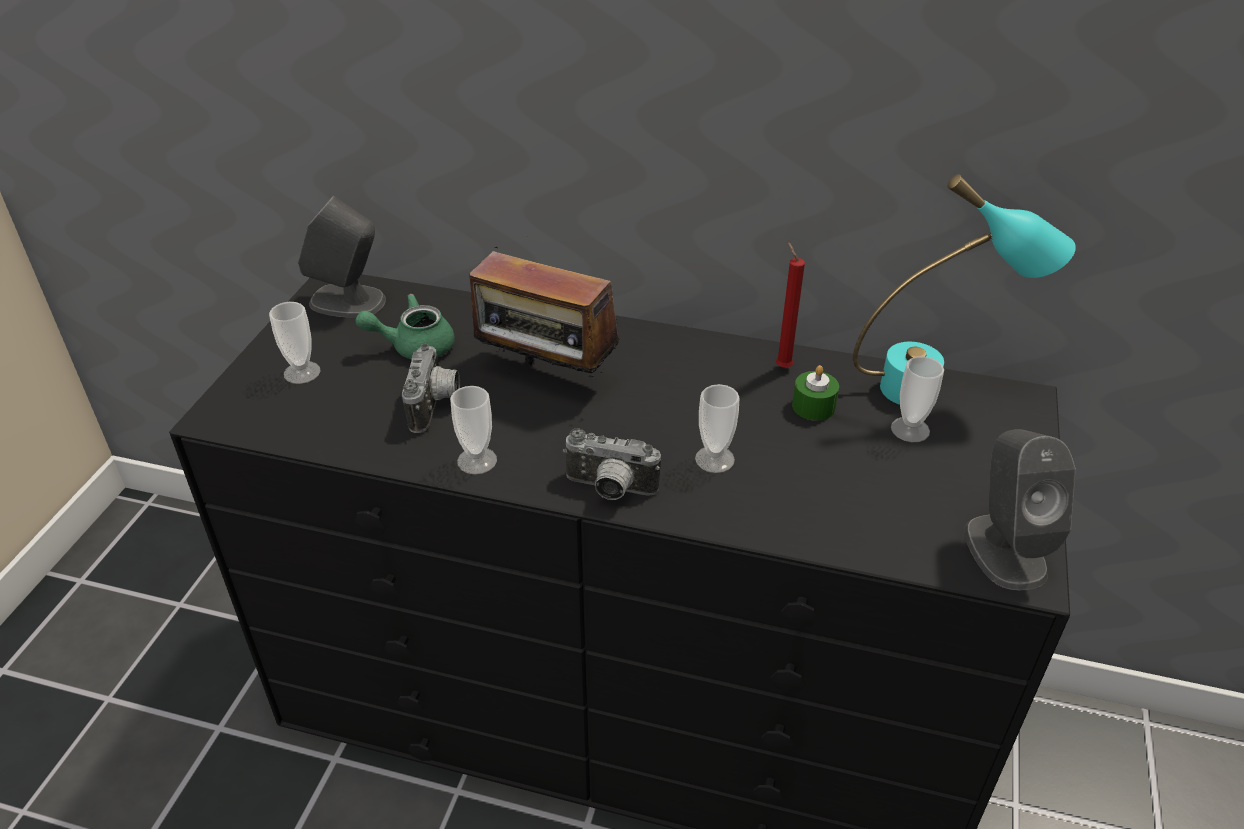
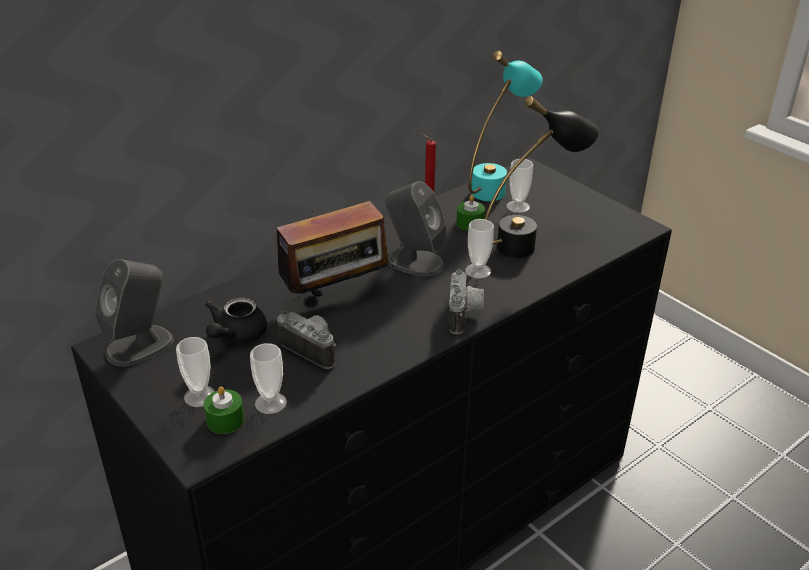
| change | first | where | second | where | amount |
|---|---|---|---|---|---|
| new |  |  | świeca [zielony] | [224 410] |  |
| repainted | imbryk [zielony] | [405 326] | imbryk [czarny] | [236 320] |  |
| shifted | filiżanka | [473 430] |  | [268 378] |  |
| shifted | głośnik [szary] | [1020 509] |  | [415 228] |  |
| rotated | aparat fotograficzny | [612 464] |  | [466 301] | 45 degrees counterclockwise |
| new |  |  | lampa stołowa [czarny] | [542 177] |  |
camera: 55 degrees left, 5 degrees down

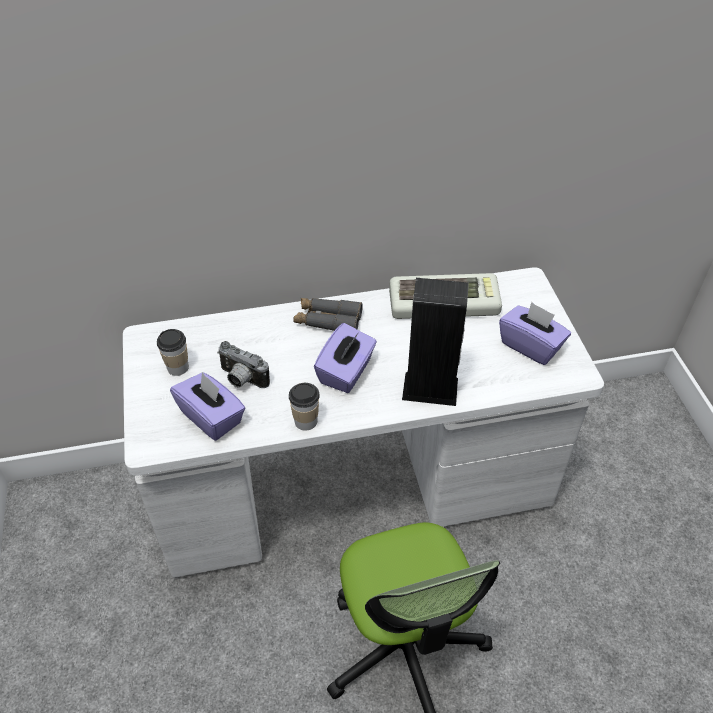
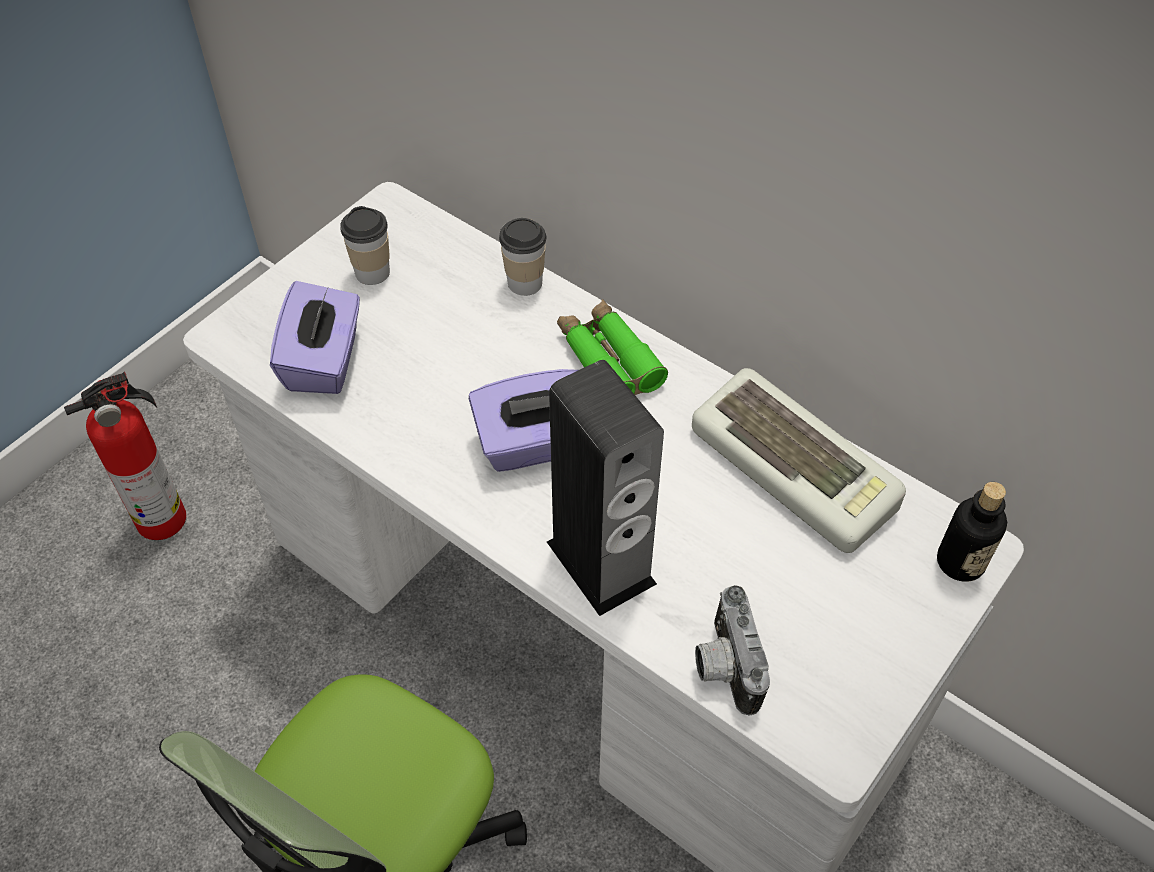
| change | first | where | second | where | amount |
|---|---|---|---|---|---|
| new |  |  | gaśnica | [125 455] |  |
| shifted | filiżanka | [304 407] |  | [522 257] |  |
| repainted | lornetka [szary] | [328 314] | lornetka [zielony] | [612 347] |  |
| shifted | aparat fotograficzny | [243 364] |  | [732 650] |  |
| new |  |  | butelka | [972 532] |  |
| gone | pudełko chusteczek [fioletowy] | [535 333] |  |  |  |
camera: 50 degrees right, 5 degrees up

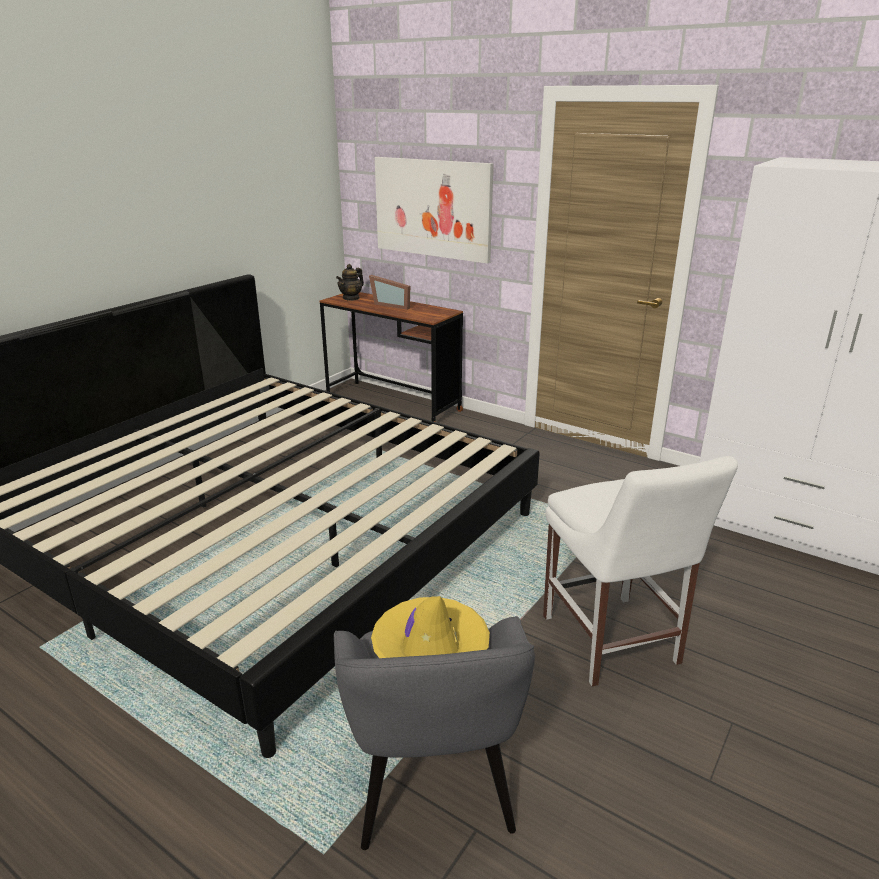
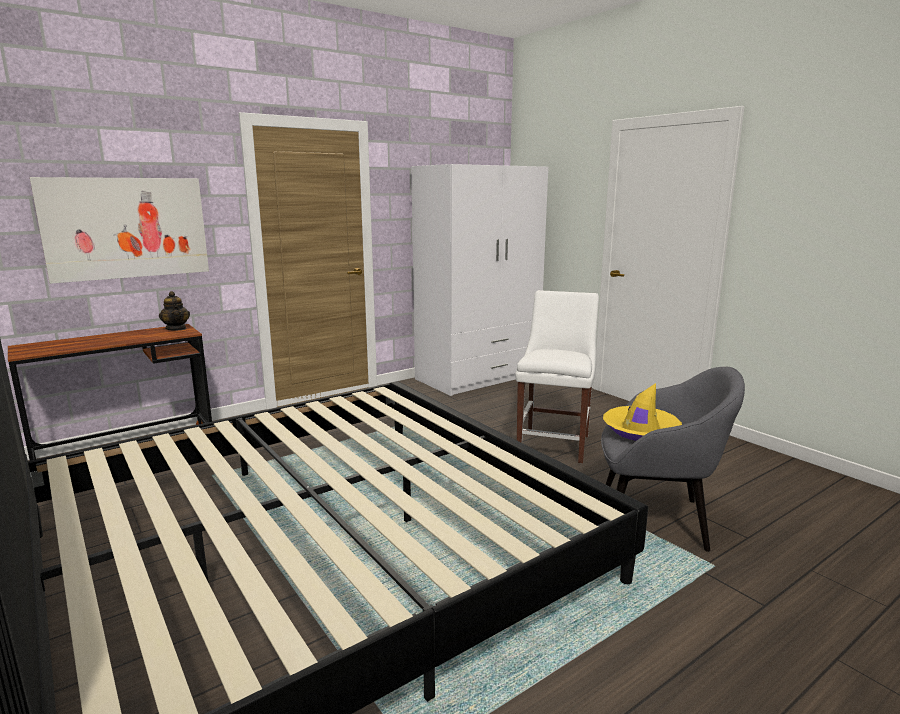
| change | first | where | second | where | amount |
|---|---|---|---|---|---|
| shifted | imbryk | [350 282] |  | [174 311] |  |
| rotated | krzesło [biały] | [640 571] |  | [557 376] | 75 degrees counterclockwise |
| gone | ramka na zdjęcie | [389 292] |  |  |  |
camera: 70 degrees left, 10 degrees down

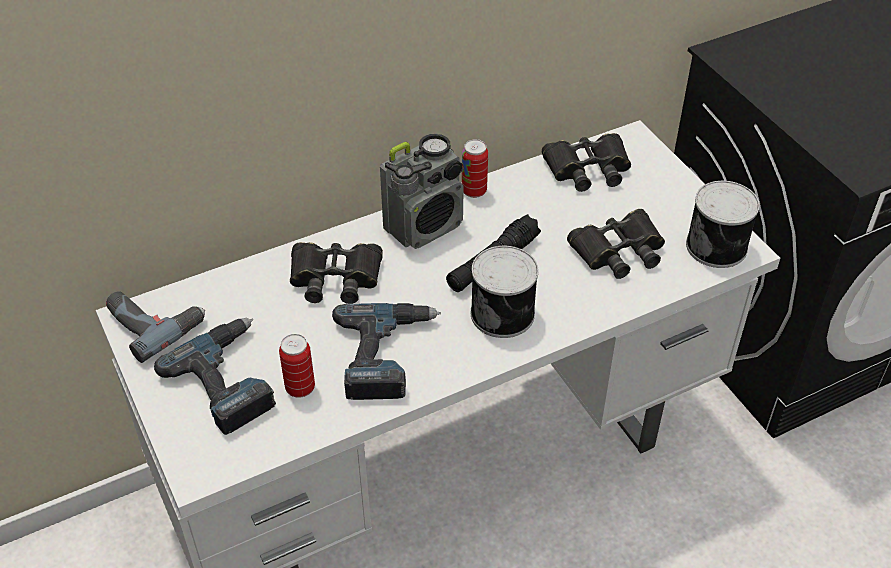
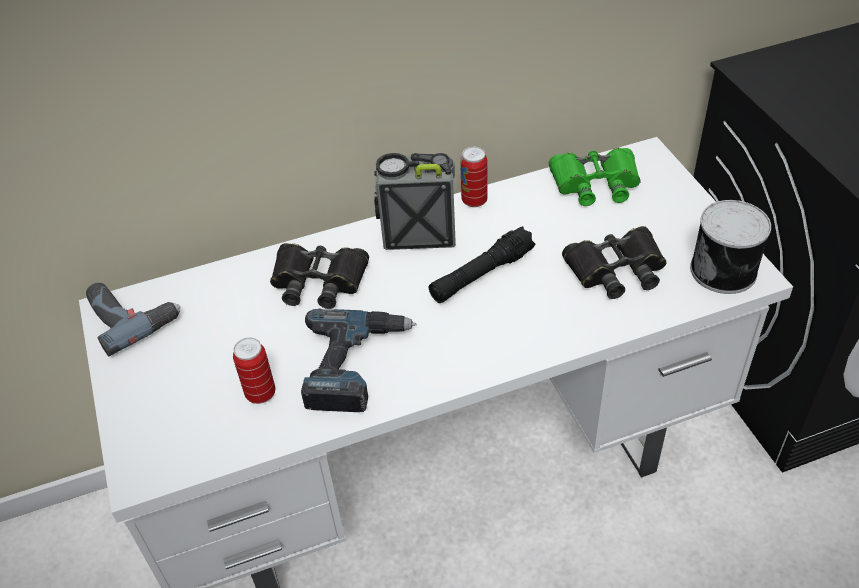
| change | first | where | second | where | amount |
|---|---|---|---|---|---|
| rotated | radio | [422 191] |  | [415 201] | 150 degrees counterclockwise |
| repainted | lornetka [czarny] | [586 162] | lornetka [zielony] | [595 177] |  |
| gone | wiertarka | [215 376] |  |  |  |
| gone | puszka | [505 292] |  |  |  |
camera: 10 degrees right, 0 degrees up

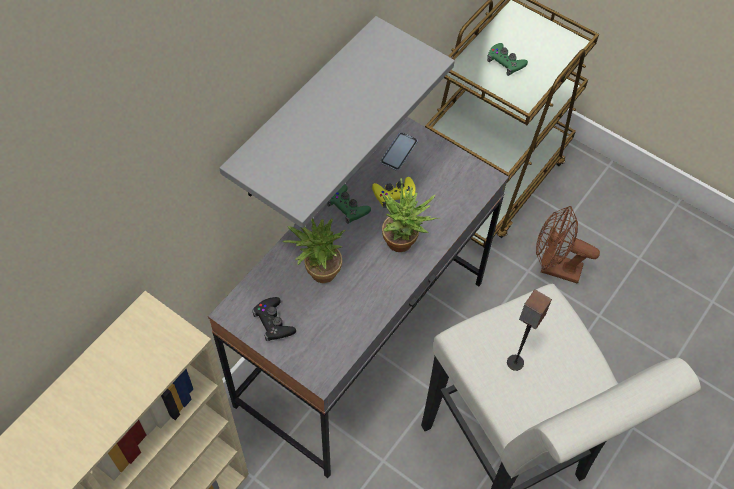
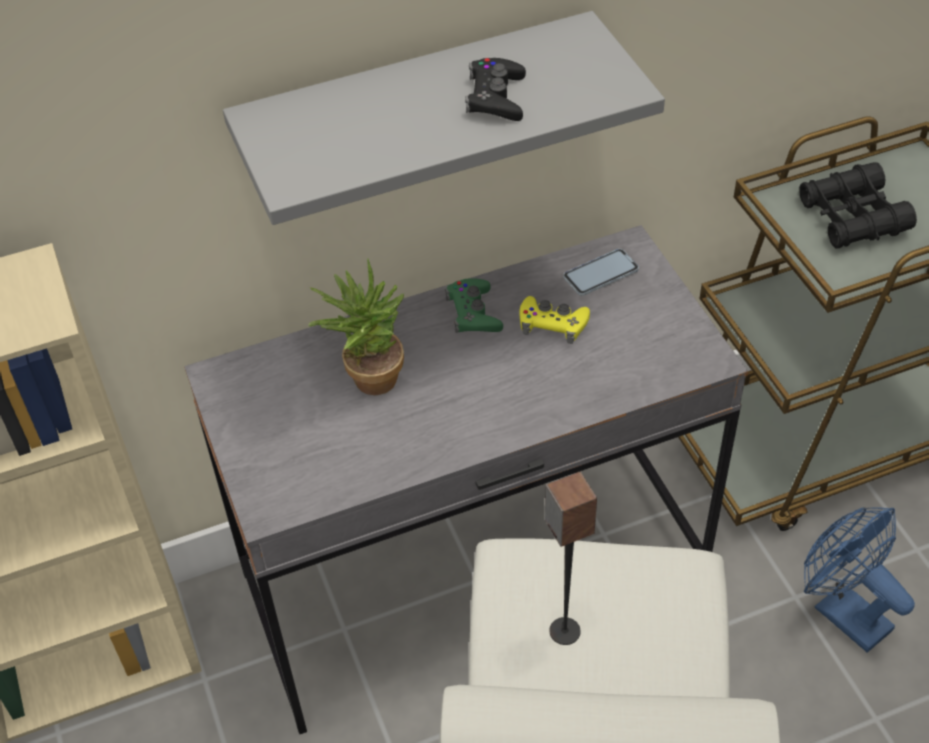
| change | first | where | second | where | amount |
|---|---|---|---|---|---|
| shifted | pad do gier [czarny] | [274 319] |  | [495 89] |  |
| swapped | pad do gier [zielony] | [507 59] | lornetka [czarny] | [858 205] |  |
| repainted | wentylator [brązowy] | [568 245] | wentylator [niebieski] | [859 579] |  |
| gone | roślina doniczkowa | [411 215] |  |  |  |
camera: 35 degrees right, 10 degrees down

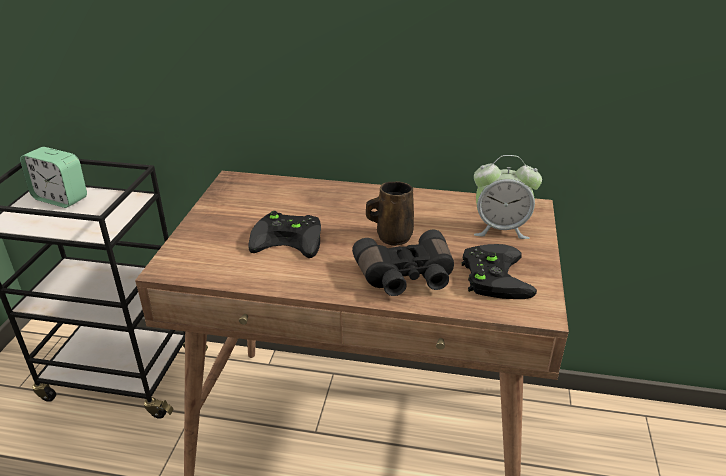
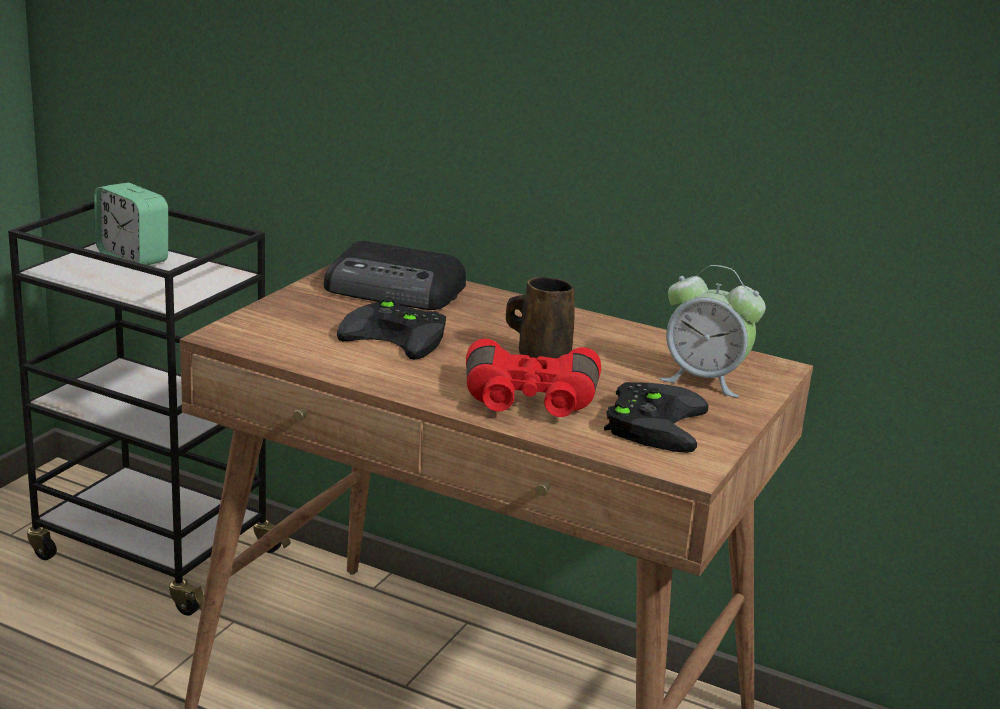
| change | first | where | second | where | amount |
|---|---|---|---|---|---|
| new |  |  | radio | [395 275] |  |
| repainted | lornetka [czarny] | [403 263] | lornetka [czerwony] | [533 378] |  |
camera: 15 degrees right, 10 degrees down

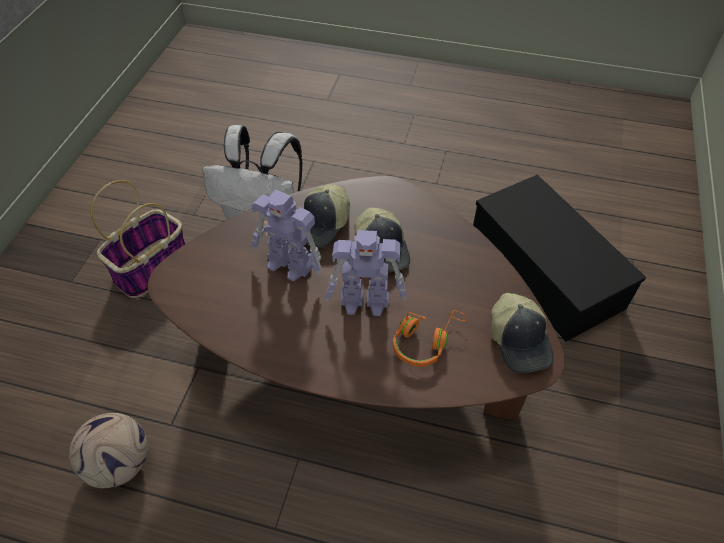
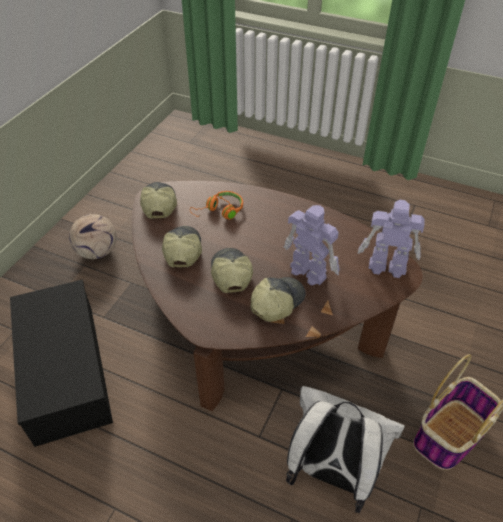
| change | first | where | second | where | amount |
|---|---|---|---|---|---|
| shifted | piłka futbolowa | [108 450] |  | [93 236] |  |
| new |  |  | czapka z daszkiem | [182 247] |  |
| shifted | robot zabawkowy | [366 273] |  | [391 239] |  |
camera: 170 degrees left, 5 degrees down

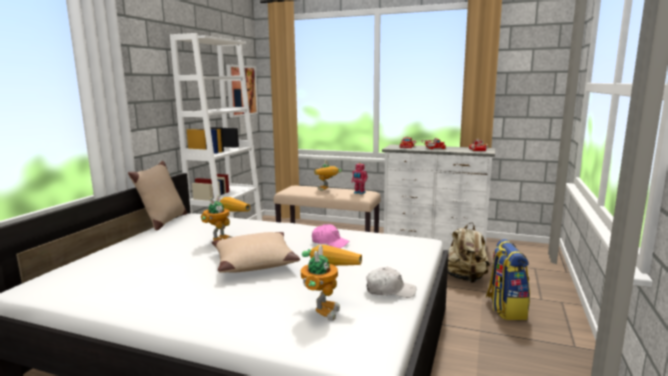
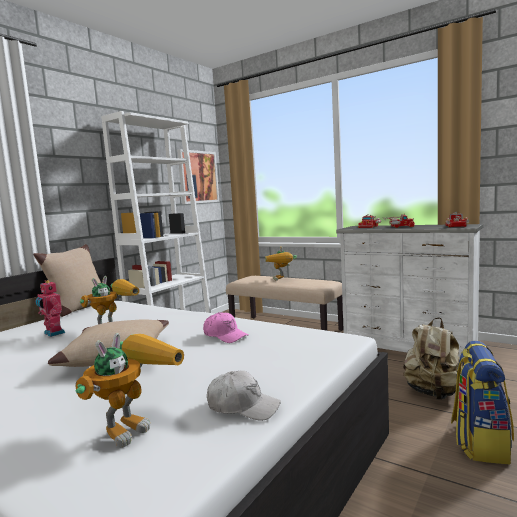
| change | first | where | second | where | amount |
|---|---|---|---|---|---|
| shifted | robot zabawkowy | [359 178] |  | [50 308] |  |
camera: 15 degrees right, 5 degrees down

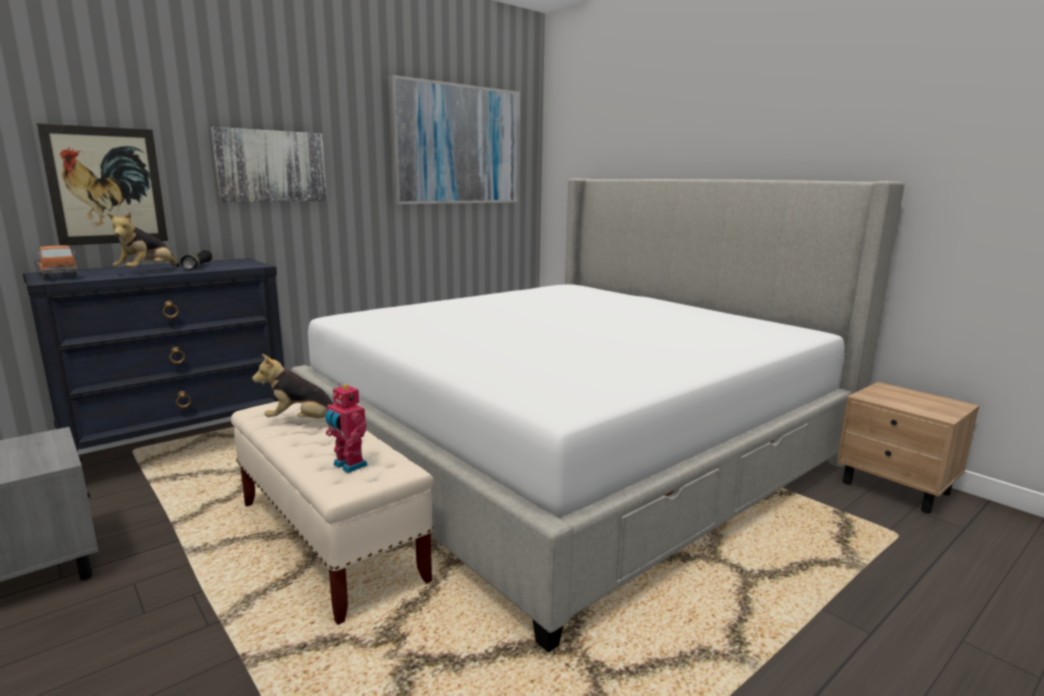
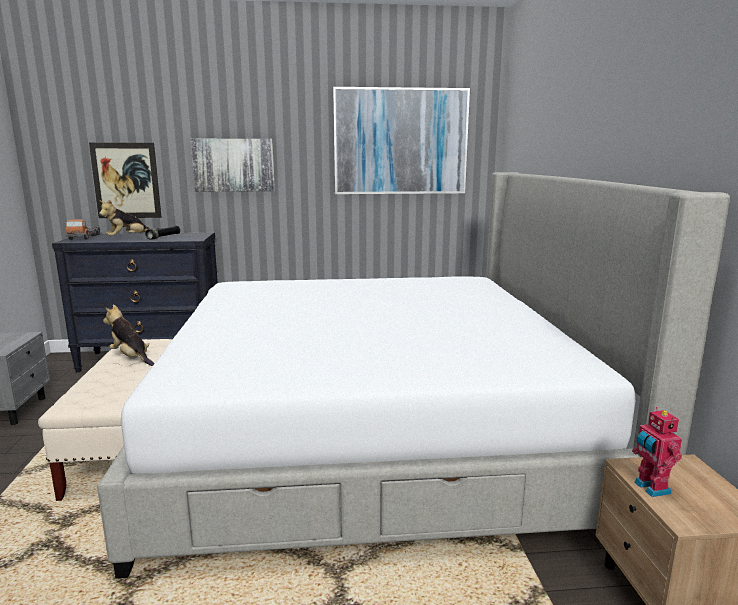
| change | first | where | second | where | amount |
|---|---|---|---|---|---|
| shifted | robot zabawkowy | [346 428] |  | [657 452] |  |
camera: 35 degrees right, 0 degrees up

